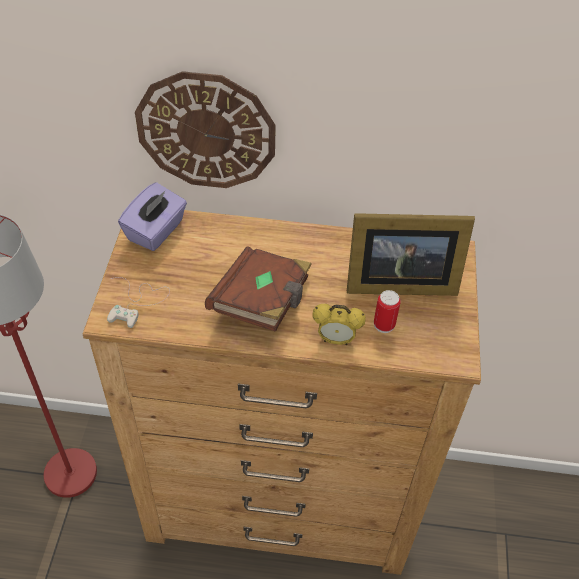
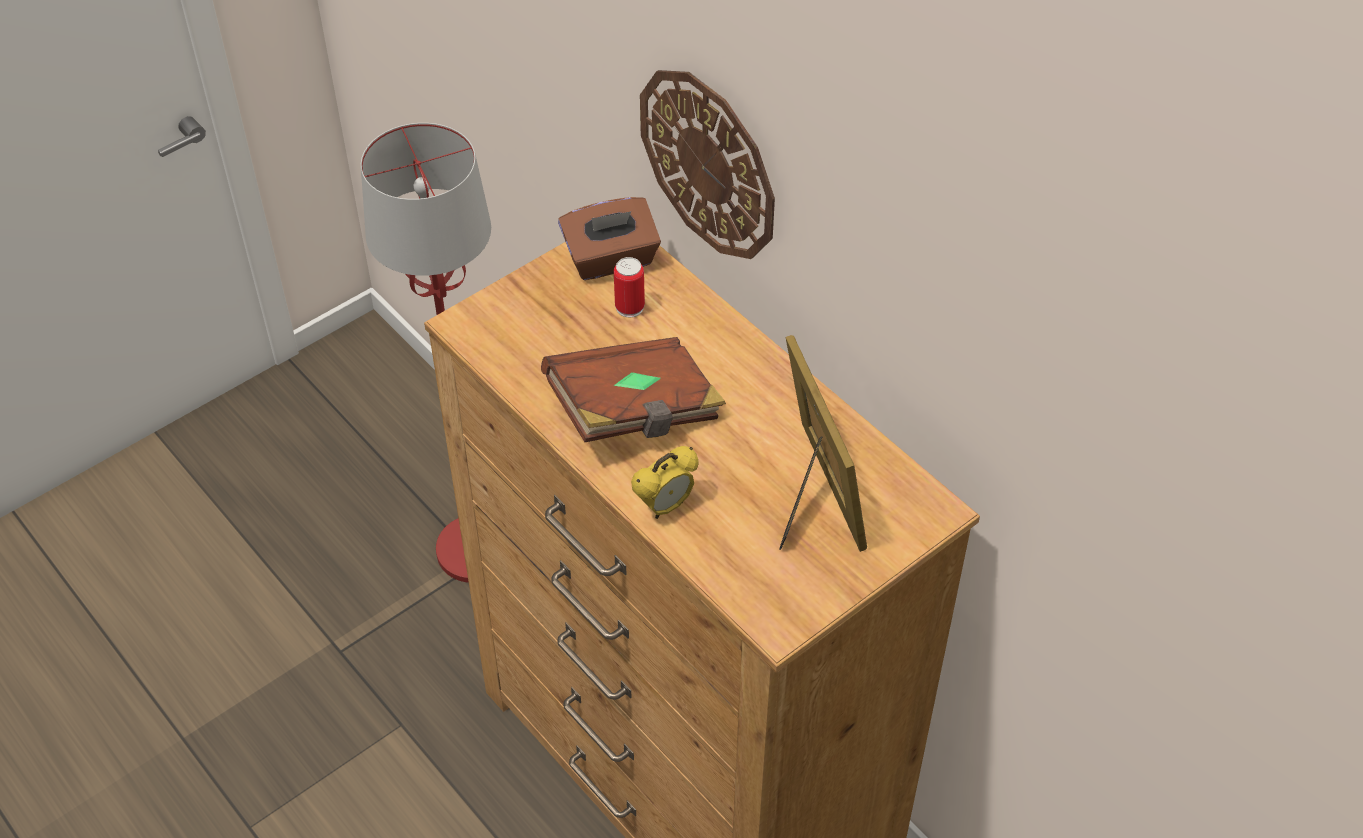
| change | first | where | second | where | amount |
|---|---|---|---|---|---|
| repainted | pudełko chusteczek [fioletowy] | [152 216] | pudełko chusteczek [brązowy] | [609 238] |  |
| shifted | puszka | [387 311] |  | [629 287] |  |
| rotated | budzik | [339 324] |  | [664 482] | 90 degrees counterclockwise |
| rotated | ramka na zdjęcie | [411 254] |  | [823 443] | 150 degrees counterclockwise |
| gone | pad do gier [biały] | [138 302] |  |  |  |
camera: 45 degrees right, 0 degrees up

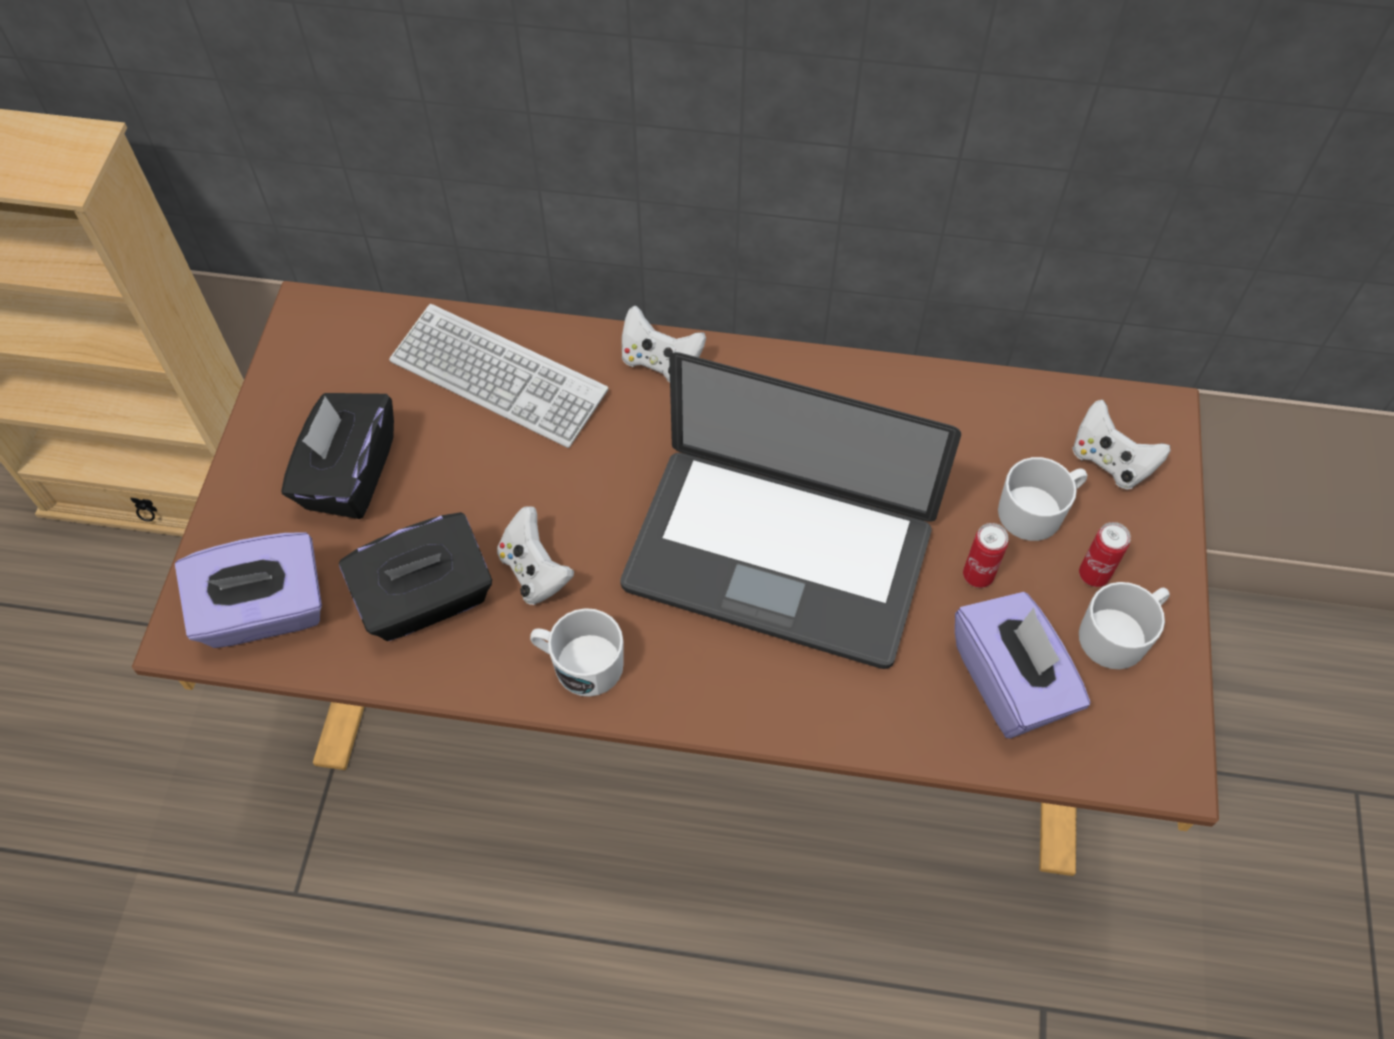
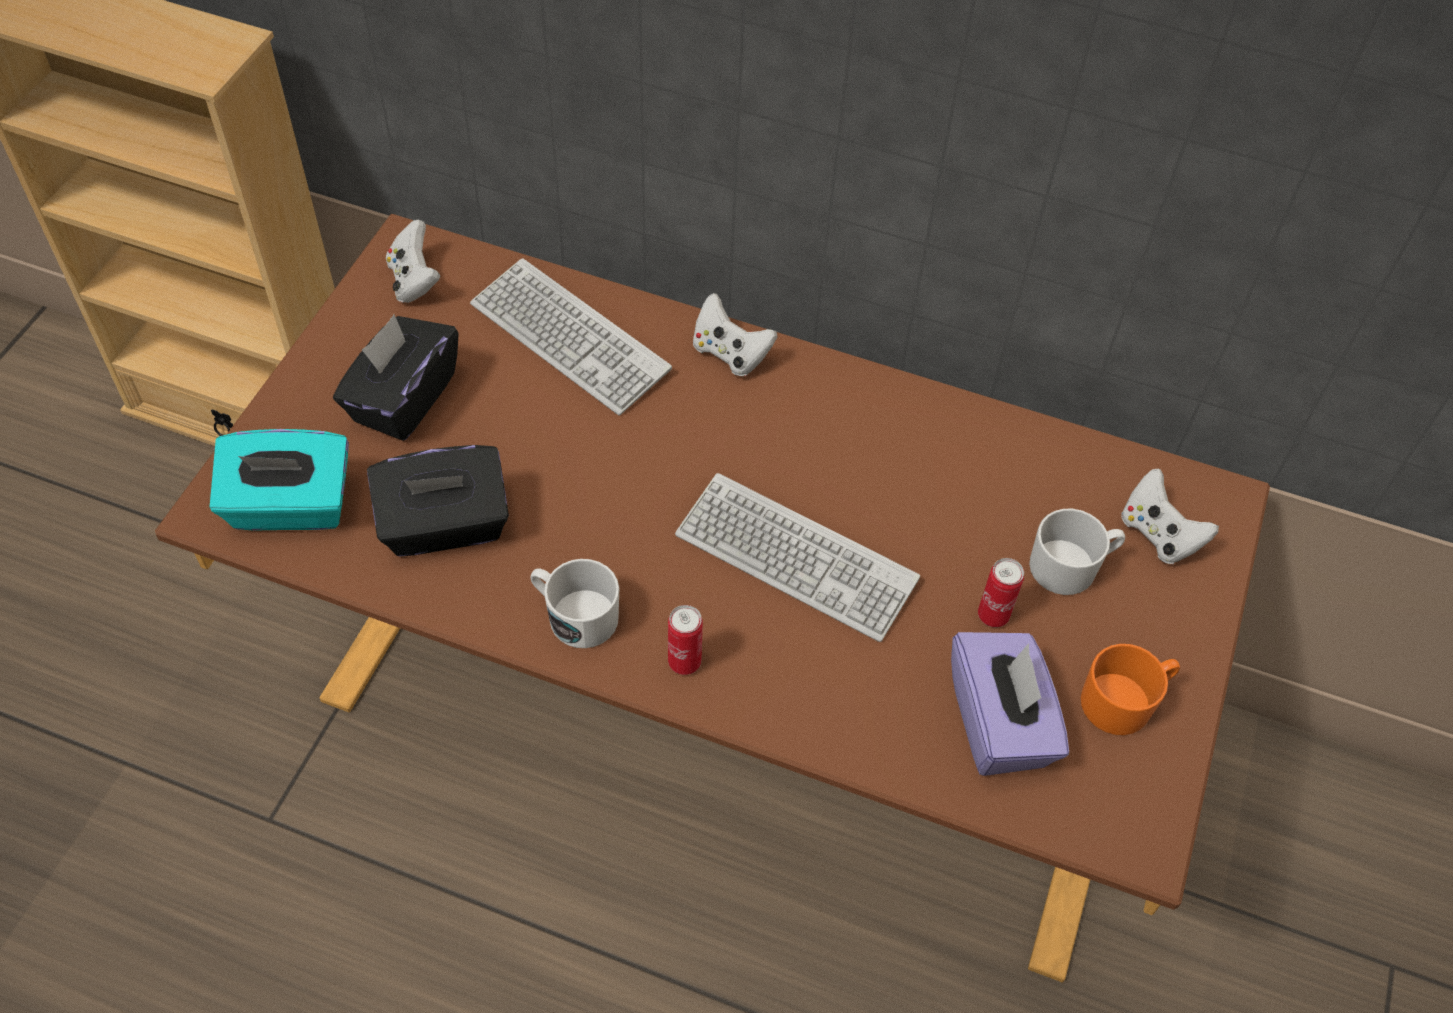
| change | first | where | second | where | amount |
|---|---|---|---|---|---|
| repainted | pudełko chusteczek [fioletowy] | [248 590] | pudełko chusteczek [turkusowy] | [279 480] |  |
| shifted | pad do gier [biały] | [535 555] |  | [413 261] |  |
| shifted | puszka | [1105 554] |  | [685 640] |  |
| swapped | laptop | [790 510] | klawiatura | [797 557] |  |
| repainted | kubek [biały] | [1124 625] | kubek [pomarańczowy] | [1130 689] |  |
camera: 10 degrees right, 5 degrees down

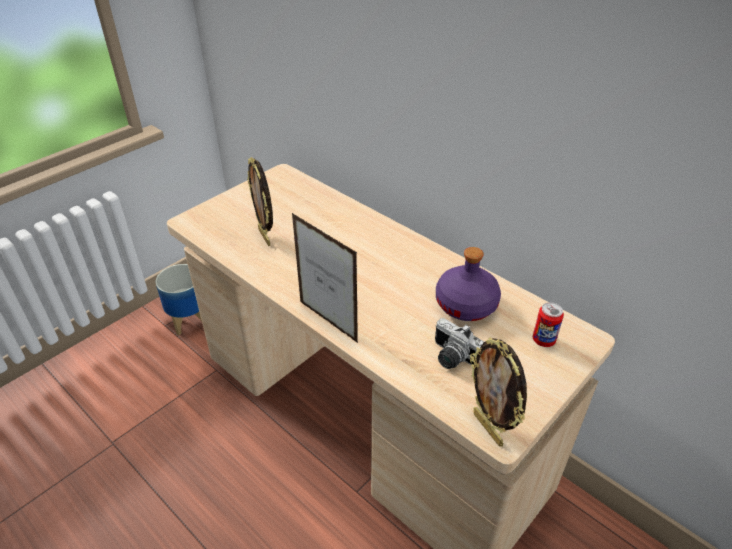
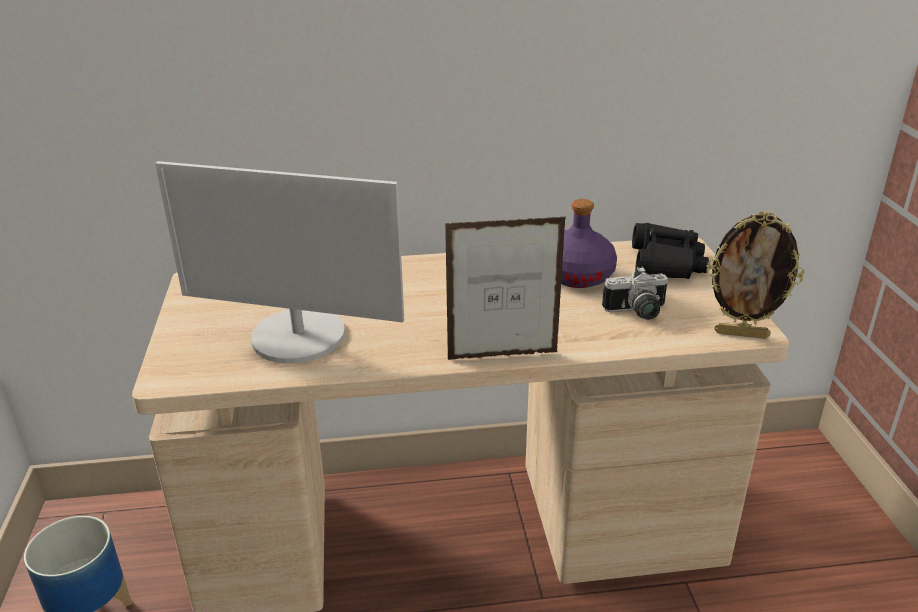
| change | first | where | second | where | amount |
|---|---|---|---|---|---|
| swapped | ramka na zdjęcie | [260 201] | monitor | [279 262] |  |
| swapped | puszka | [548 324] | lornetka [czarny] | [670 251] |  |
camera: 50 degrees left, 10 degrees down

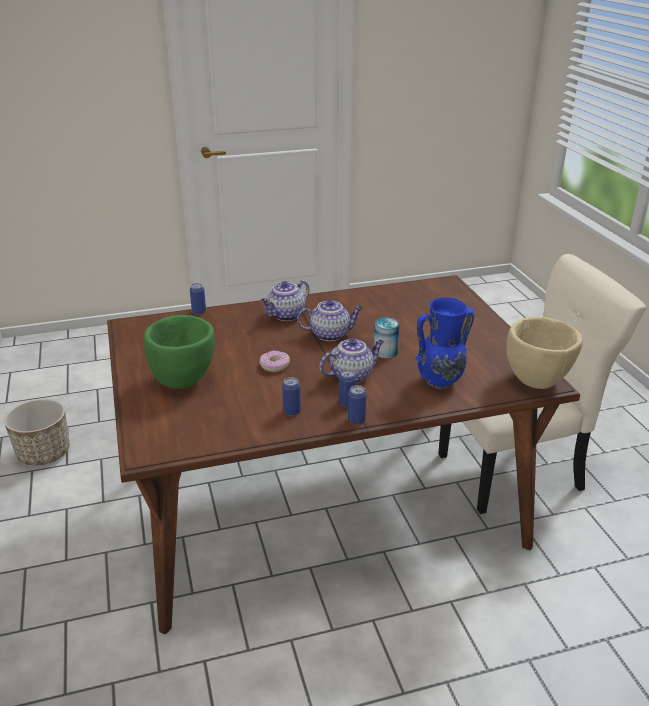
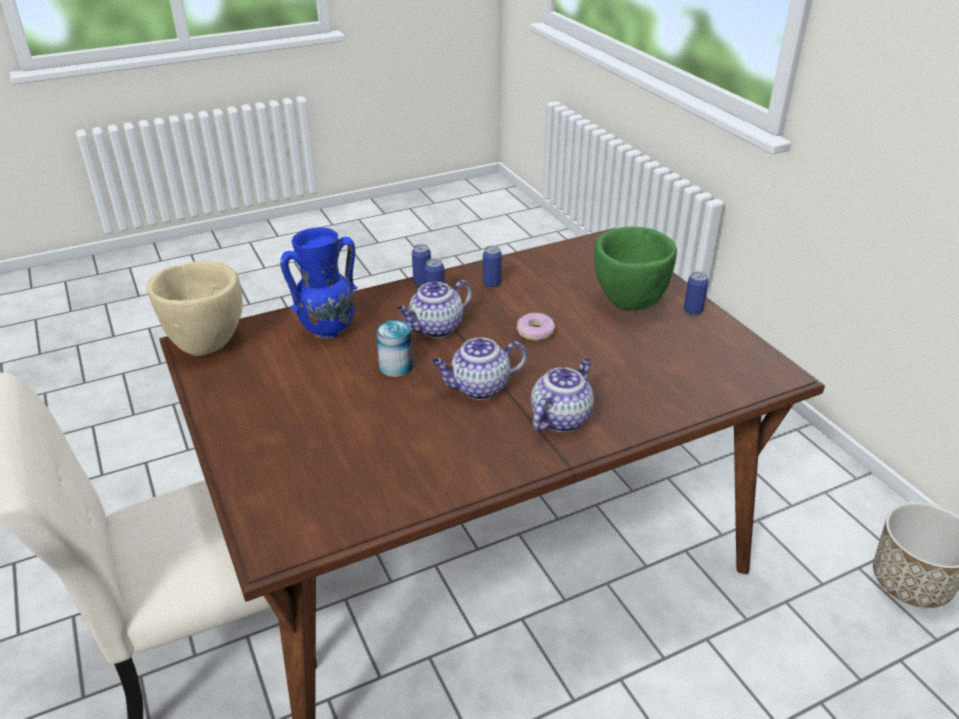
| change | first | where | second | where | amount |
|---|---|---|---|---|---|
| shifted | puszka | [198 299] |  | [696 293] |  |
camera: 170 degrees right, 5 degrees up

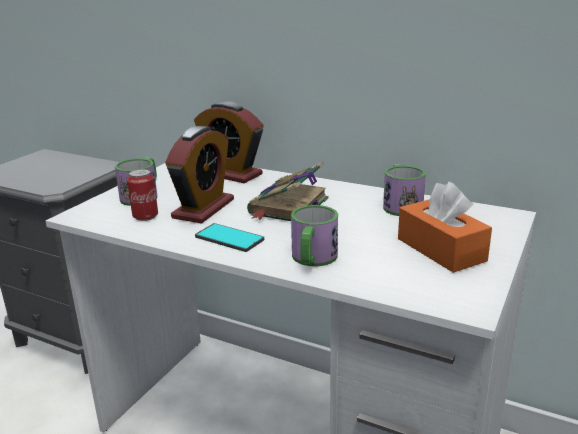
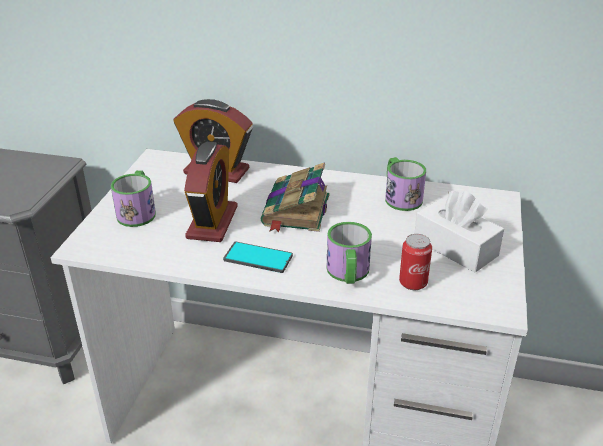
| change | first | where | second | where | amount |
|---|---|---|---|---|---|
| shifted | puszka | [142 195] |  | [415 262] |  |
| repainted | pudełko chusteczek [pomarańczowy] | [445 227] | pudełko chusteczek [biały] | [459 232] |  |
camera: 15 degrees left, 10 degrees up

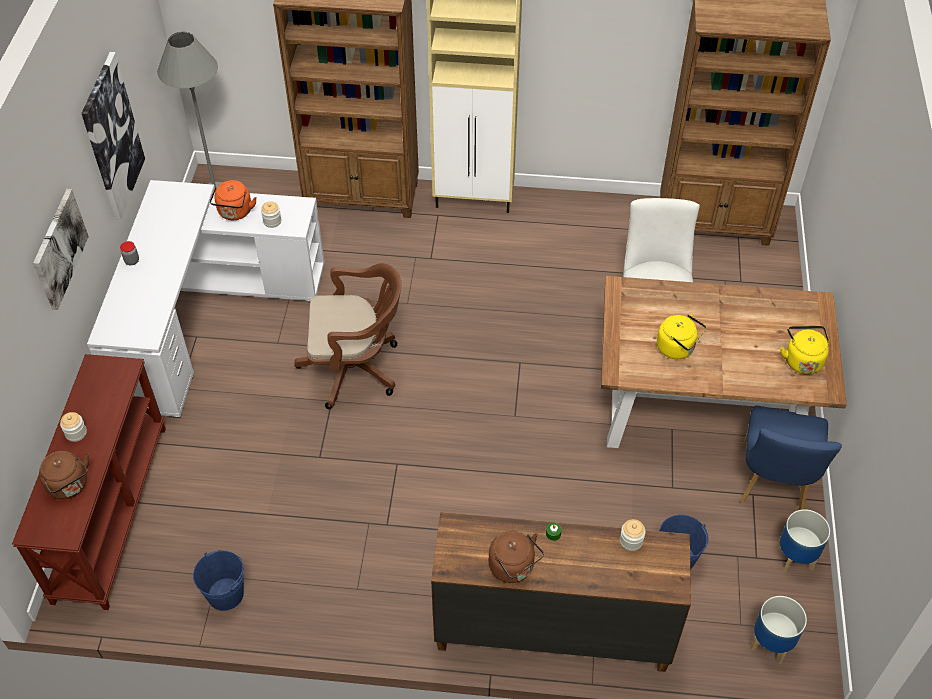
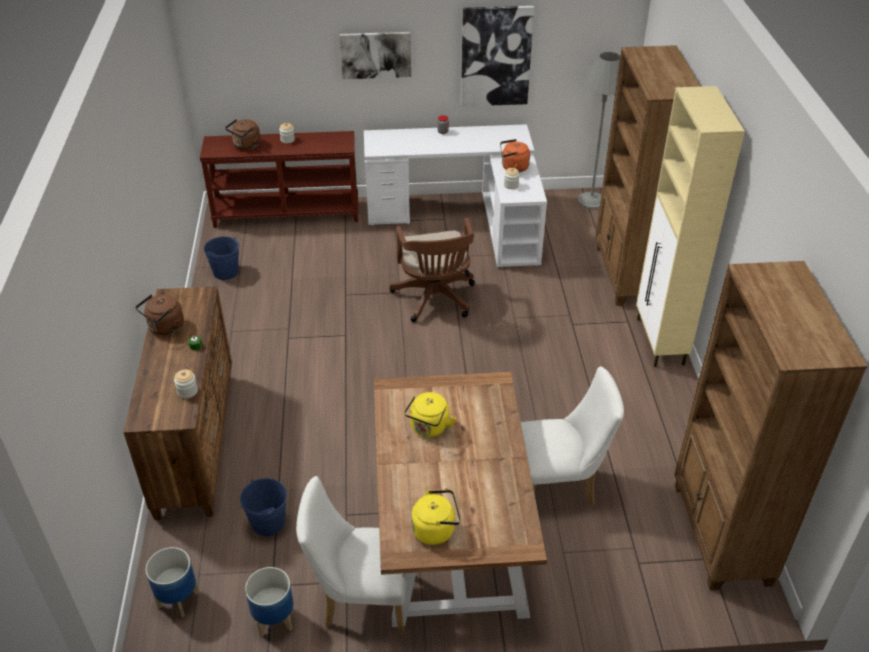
| change | first | where | second | where | amount |
|---|---|---|---|---|---|
| repainted | krzesło [niebieski] | [791 458] | krzesło [biały] | [351 555] |  |
camera: 80 degrees right, 10 degrees down

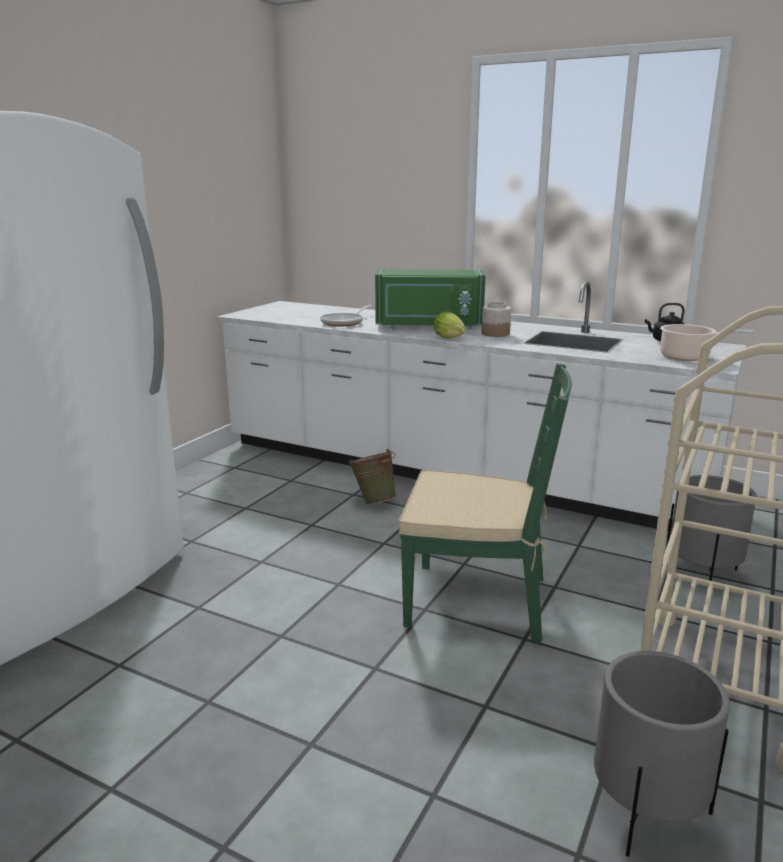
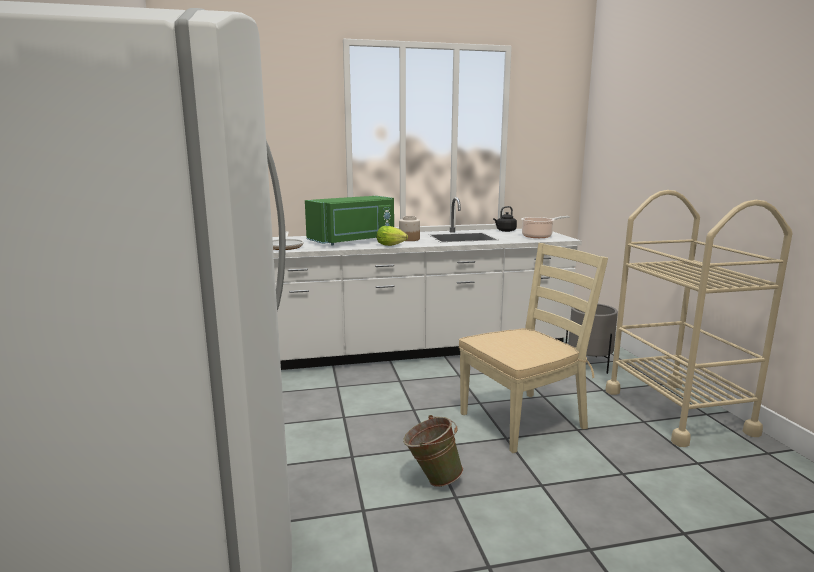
| change | first | where | second | where | amount |
|---|---|---|---|---|---|
| shifted | wiadro [zielony] | [372 476] |  | [433 451] |  |
| repainted | krzesło [zielony] | [485 503] | krzesło [beżowy] | [533 348] |  |
| gone | donica [szary] | [662 754] |  |  |  |
camera: 40 degrees left, 5 degrees down

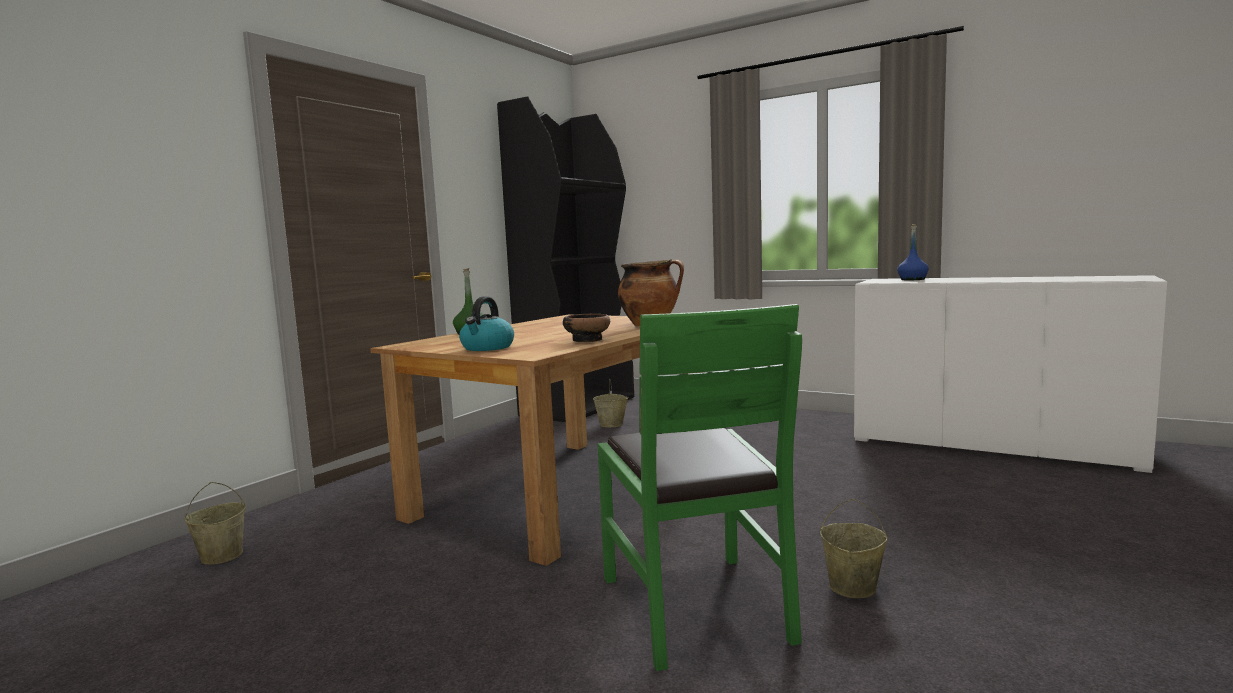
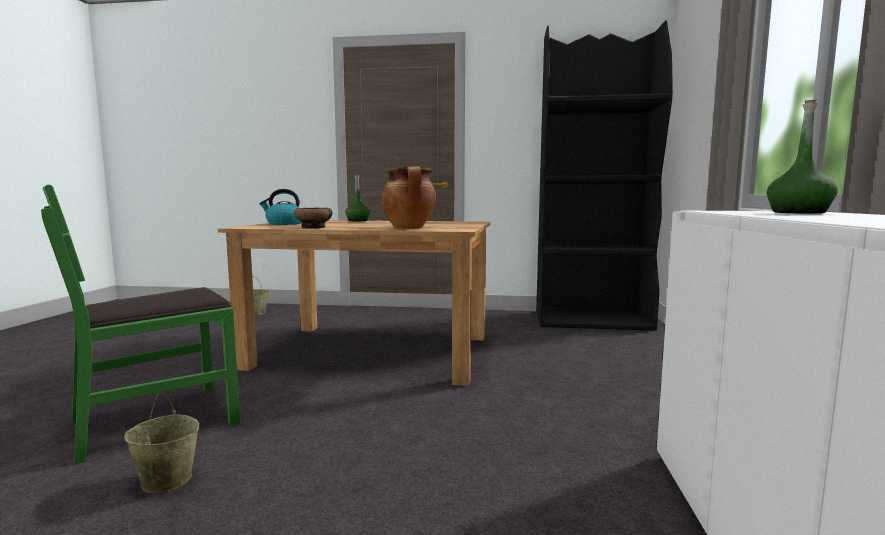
| change | first | where | second | where | amount |
|---|---|---|---|---|---|
| repainted | butelka [niebieski] | [913 252] | butelka [zielony] | [802 156] |  |
| gone | wiadro [beżowy] | [610 403] |  |  |  |
camera: 65 degrees right, 0 degrees up

